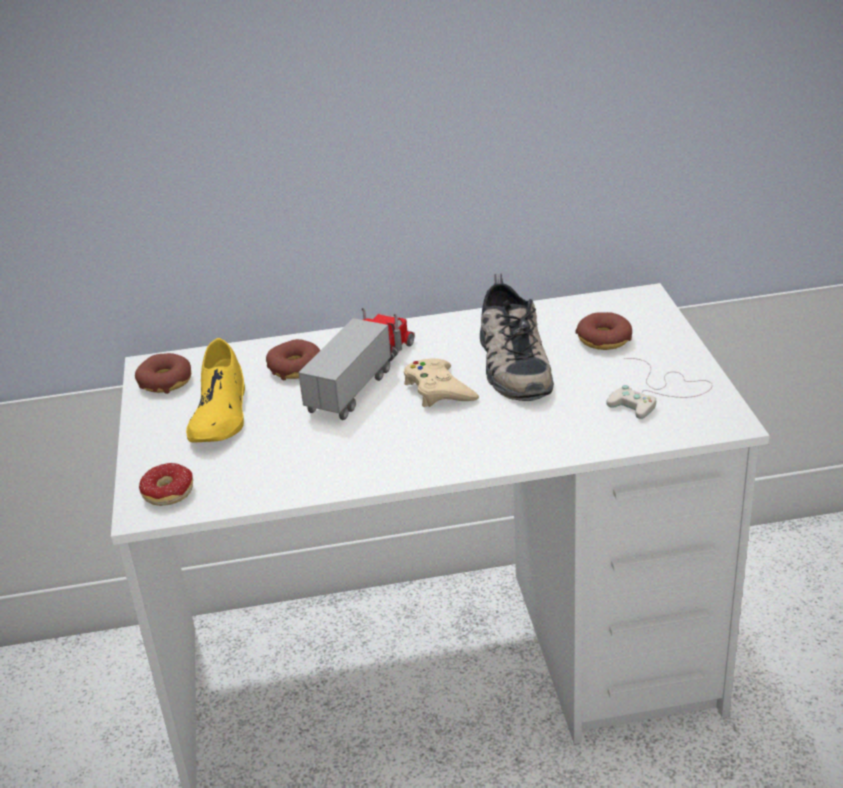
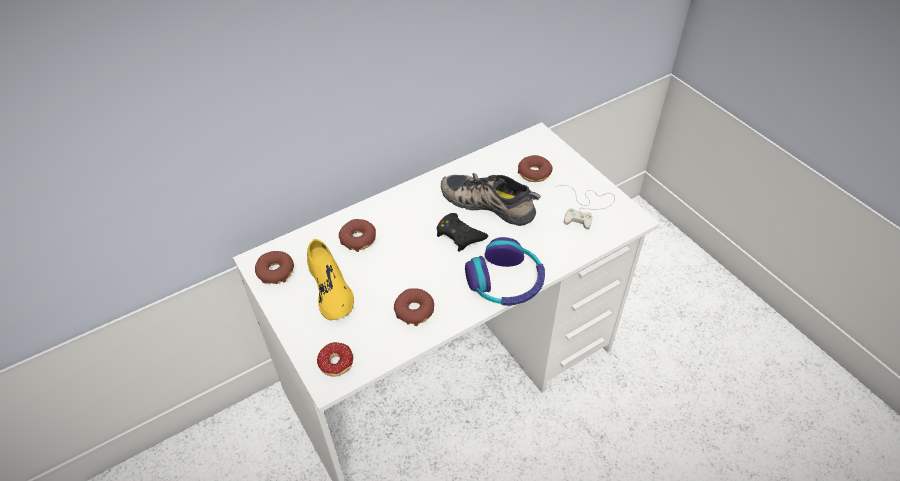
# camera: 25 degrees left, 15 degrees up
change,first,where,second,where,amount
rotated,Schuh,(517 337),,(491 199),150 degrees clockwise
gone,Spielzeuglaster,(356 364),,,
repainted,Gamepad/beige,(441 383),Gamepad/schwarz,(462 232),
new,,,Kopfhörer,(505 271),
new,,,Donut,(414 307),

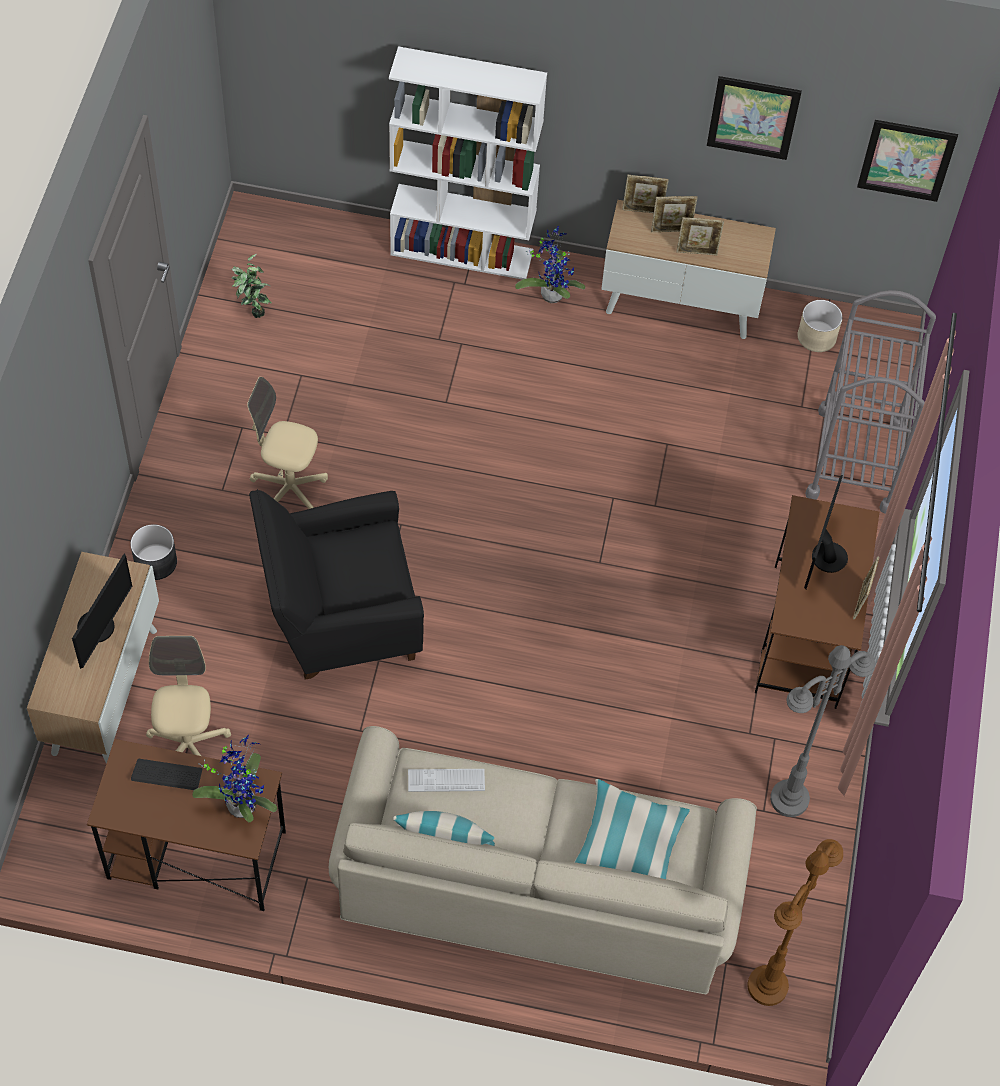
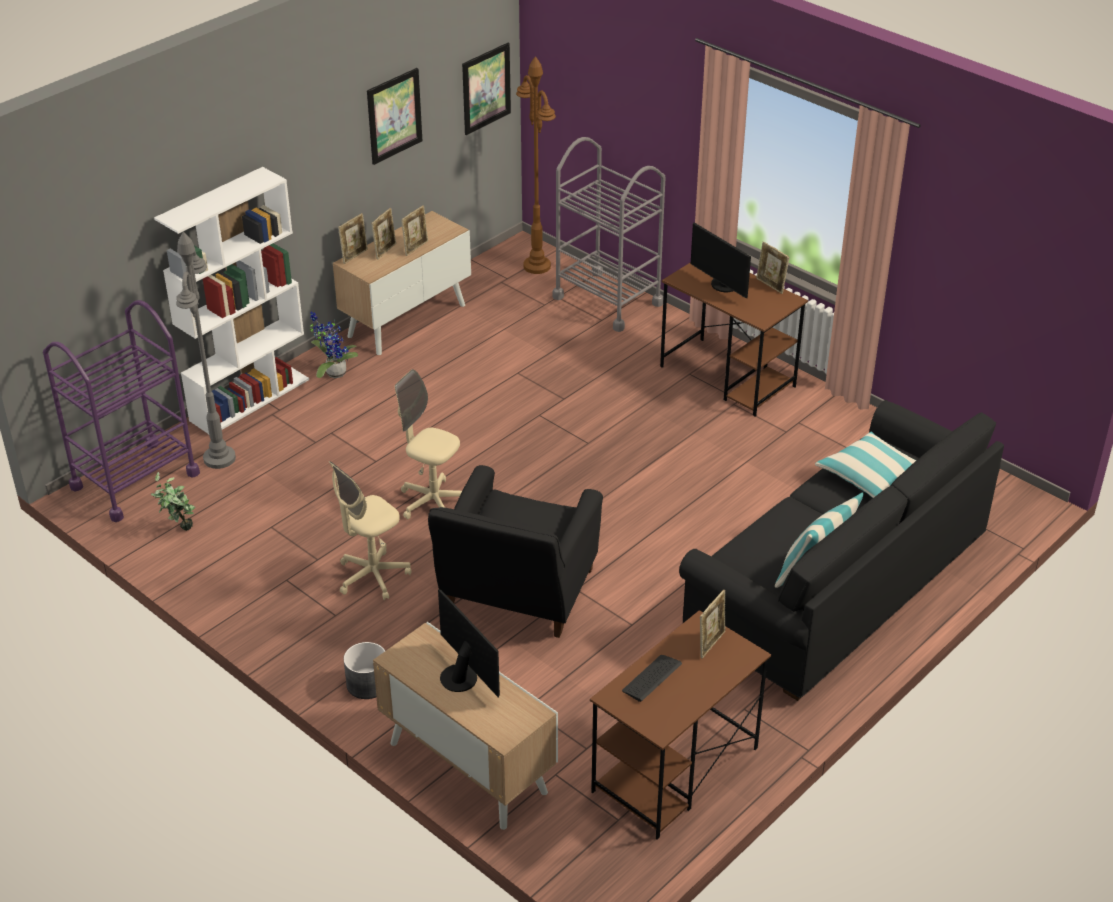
# camera: 55 degrees left, 20 degrees down
change,first,where,second,where,amount
gone,Pflanzkübel/beige,(820 326),,,
shifted,Bürostuhl/beige,(188 696),,(428 444),
shifted,Stehlampe/grau,(822 731),,(206 350),
repainted,Sofa/beige,(543 860),Sofa/schwarz,(841 550),
swapped,Topfpflanze,(235 778),Bilderrahmen,(712 624),
gone,Tastatur,(446 780),,,
shifted,Stehlampe/braun,(795 922),,(536 165),
new,,,Rollwagen/lila,(121 411),

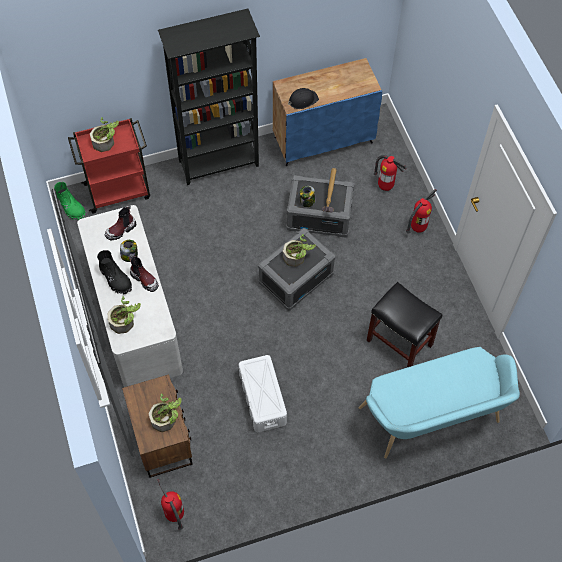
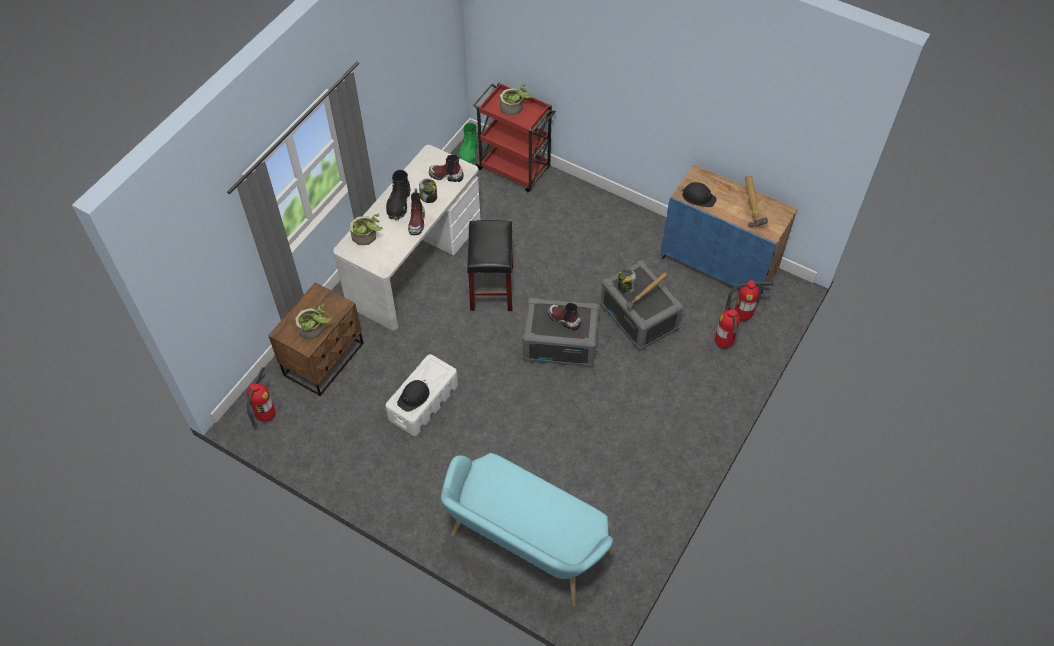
# camera: 50 degrees right, 5 degrees down
change,first,where,second,where,amount
gone,Bücherregal/schwarz,(209 97),,,
shifted,Feuerlöscher,(421 211),,(749 300),
swapped,Topfpflanze,(299 250),Stiefel,(564 317),
shifted,Hocker/schwarz,(404 324),,(490 265),
new,,,Hammer,(756 201),
new,,,Schutzhelm/schwarz,(413 396),

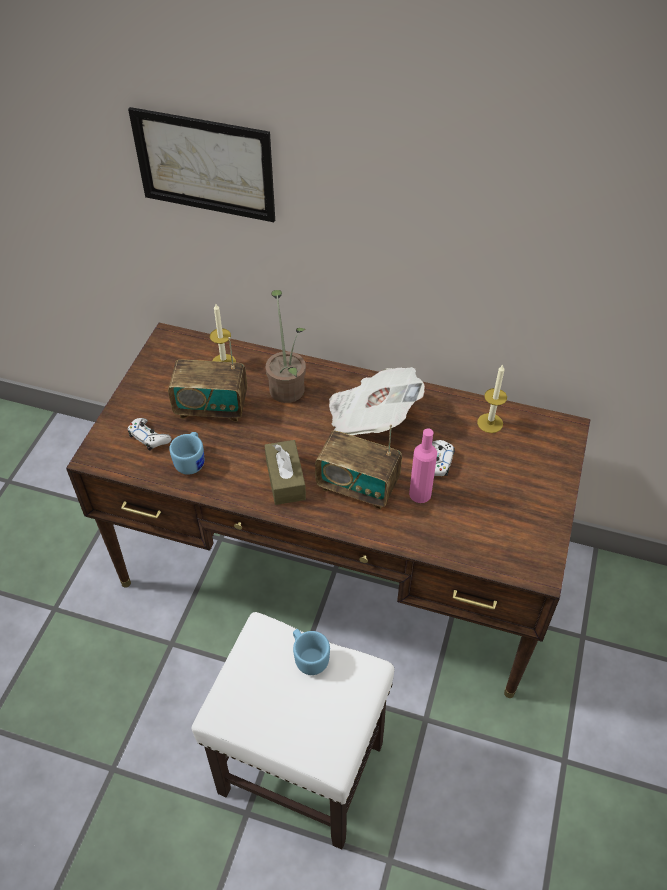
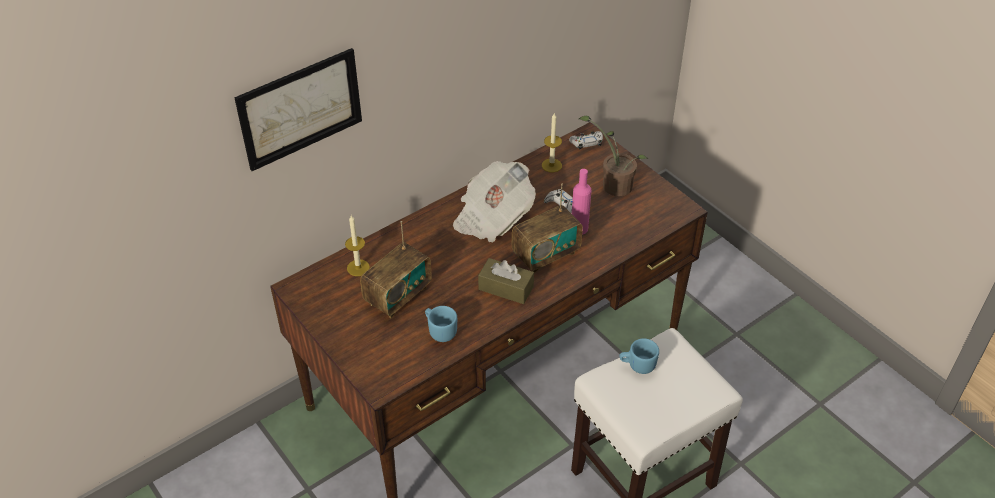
# camera: 55 degrees left, 5 degrees down
change,first,where,second,where,amount
shifted,Topfpflanze,(286 346),,(613 156),
shifted,Gamepad/weiß,(149 434),,(586 140),

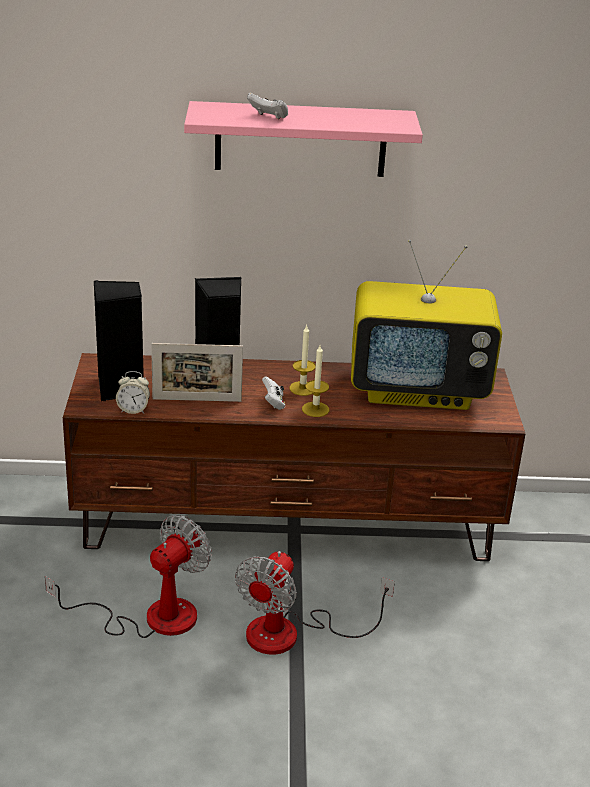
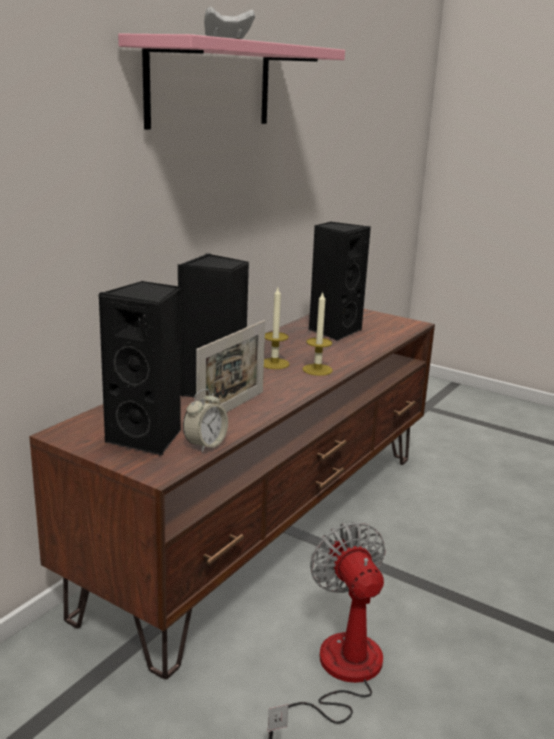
# camera: 55 degrees left, 10 degrees down
change,first,where,second,where,amount
swapped,Fernseher,(426 325),Lautsprecher/schwarz,(339 281),
gone,Gamepad/weiß,(273 393),,,
gone,Ventilator,(315 603),,,

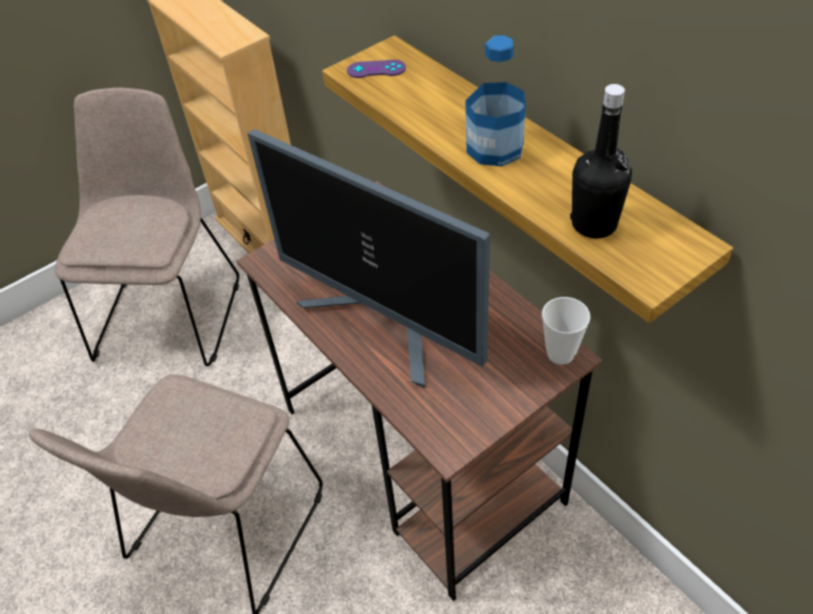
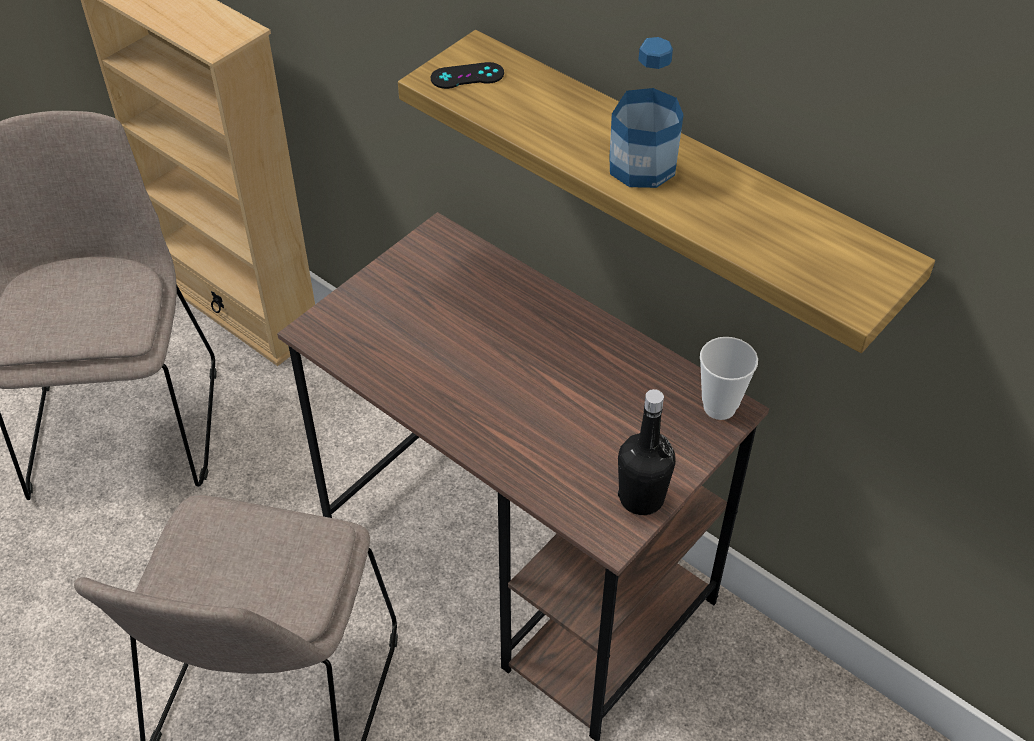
# camera: 15 degrees left, 0 degrees up
change,first,where,second,where,amount
repainted,Gamepad/lila,(376 69),Gamepad/schwarz,(467 75),
shifted,Flasche/schwarz,(601 161),,(646 452),
gone,Monitor,(369 258),,,

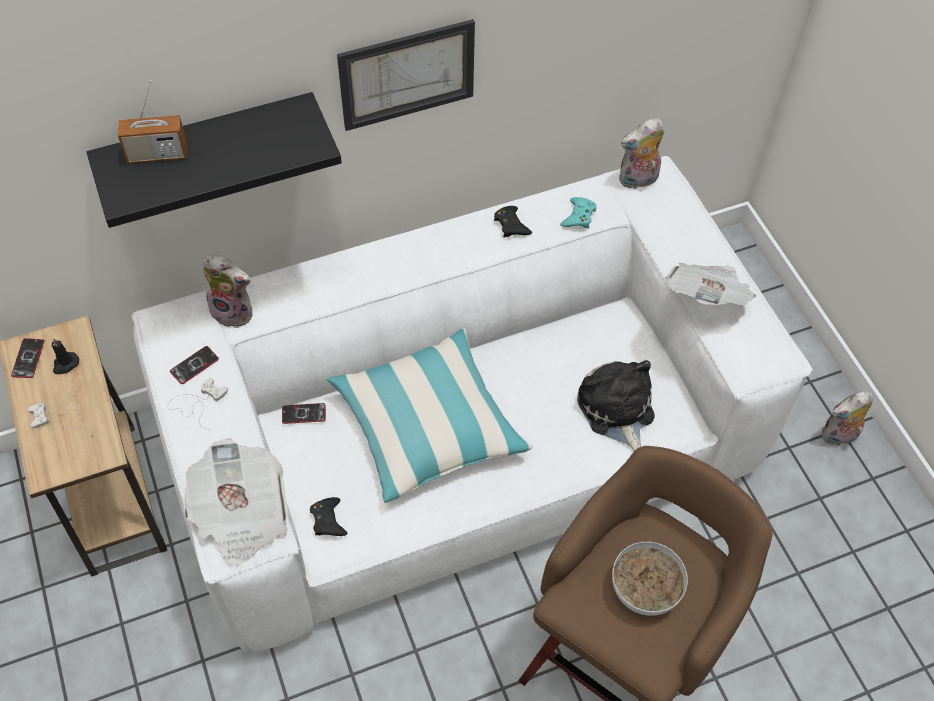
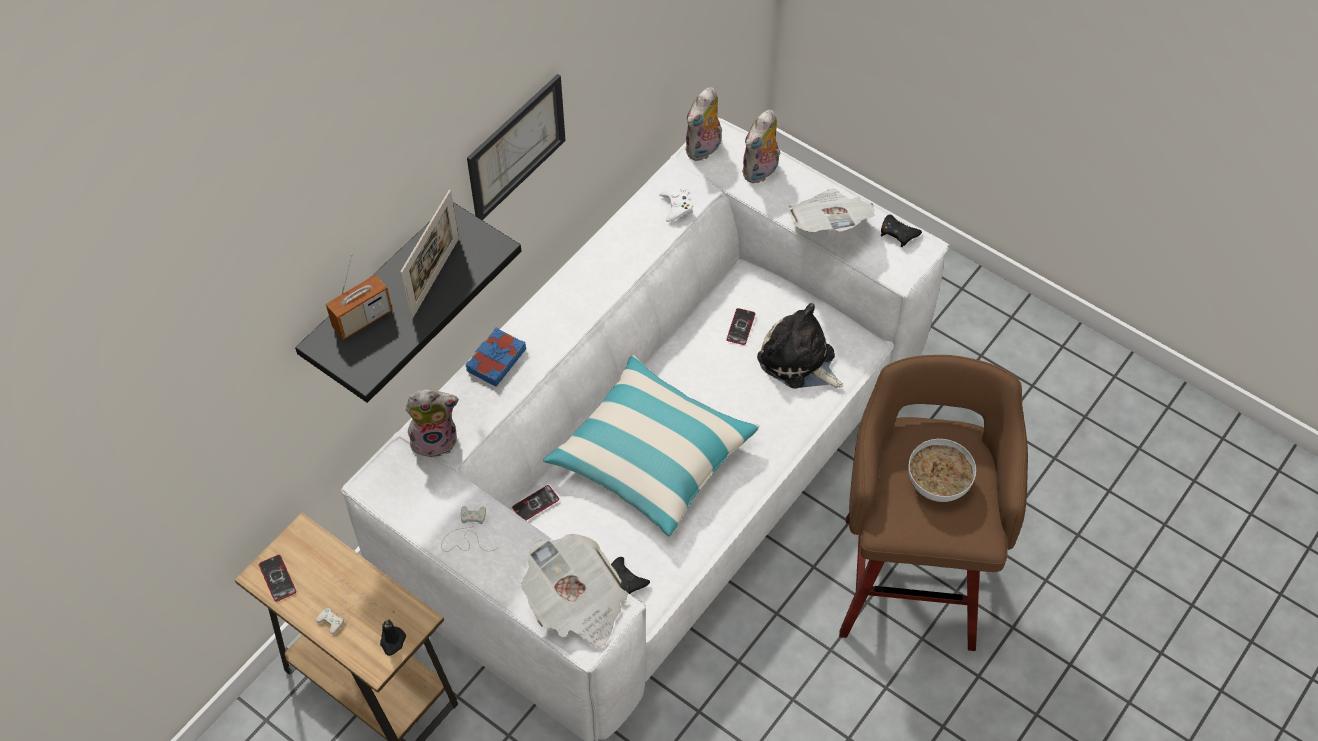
# camera: 30 degrees left, 0 degrees up
change,first,where,second,where,amount
repainted,Gamepad/türkis,(578 213),Gamepad/weiß,(676 204),
shifted,Gamepad/schwarz,(513 222),,(901 231),
shifted,Kerze/schwarz,(65 356),,(393 638),
shifted,Handy,(194 365),,(740 326),
shifted,Plüschtier,(847 418),,(761 146),
new,,,Bilderrahmen,(429 254),
new,,,Buch/blau,(495 357),

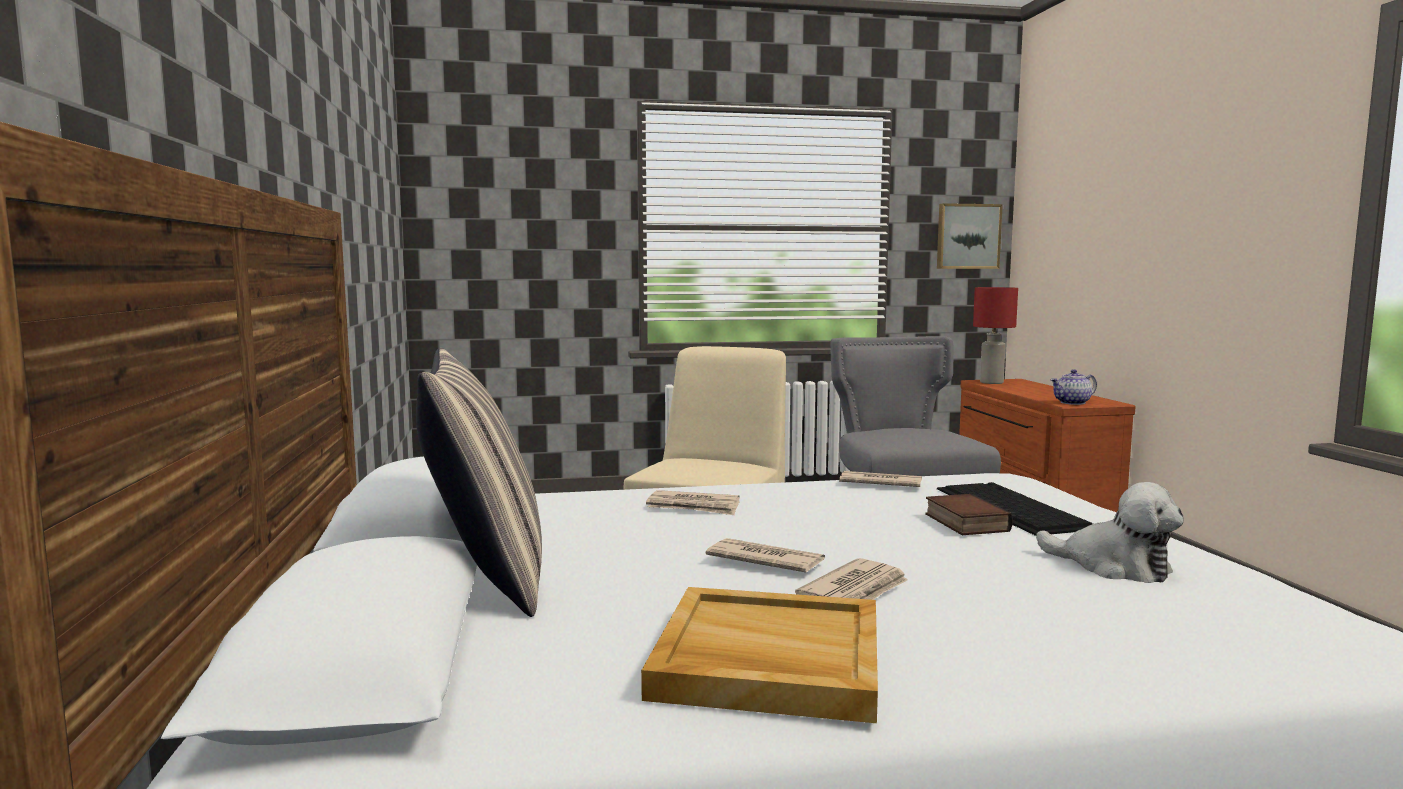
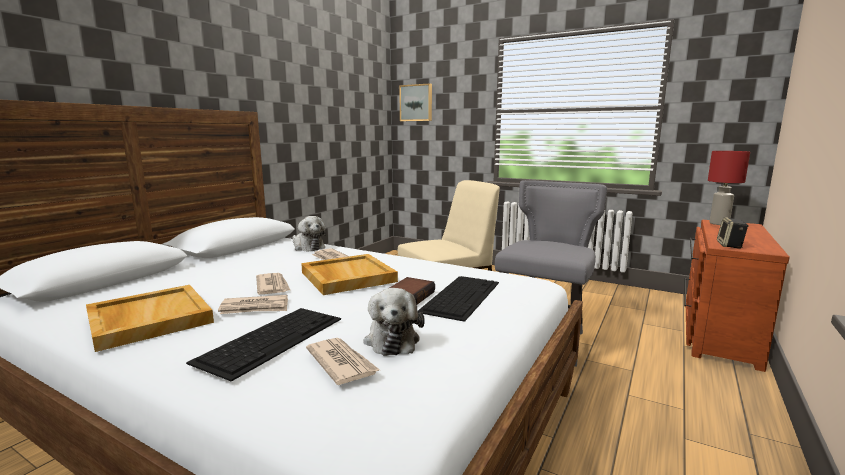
# camera: 40 degrees right, 5 degrees up
change,first,where,second,where,amount
shifted,Bild,(970 236),,(415 102),
gone,Kissen,(479 482),,,
swapped,Teekanne,(1073 387),Lautsprecher,(733 233),
shifted,Zeitung,(880 479),,(343 361),
new,,,Plüschtier,(309 234),
new,,,Tablett/beige,(349 274),
new,,,Tastatur,(263 345),

